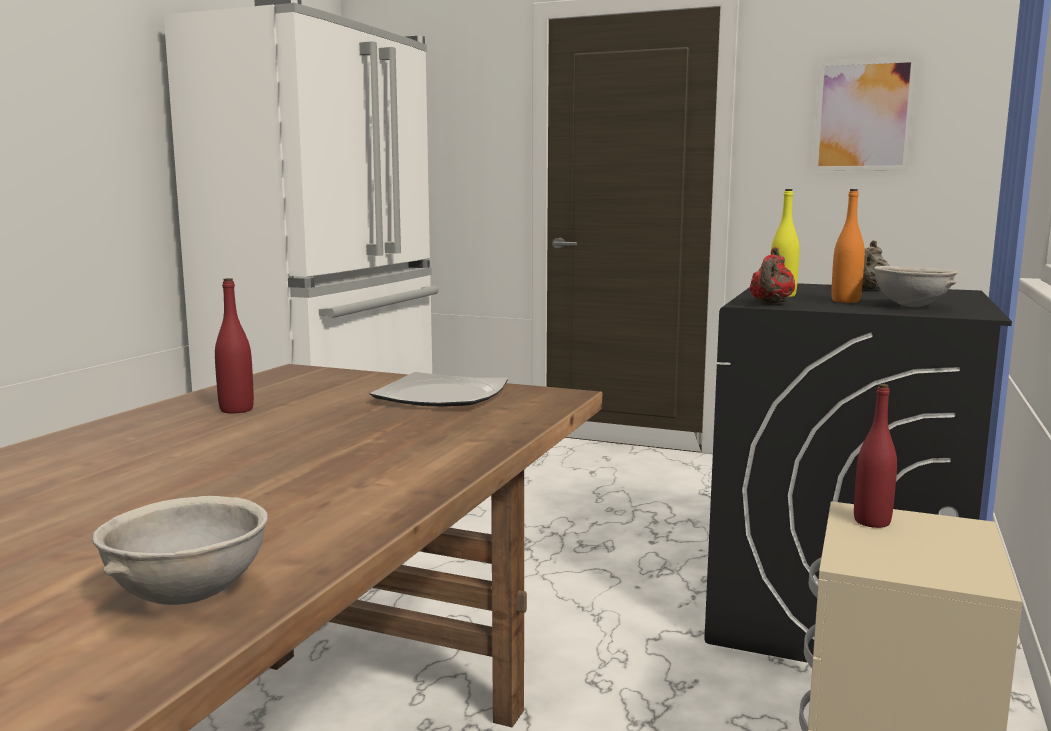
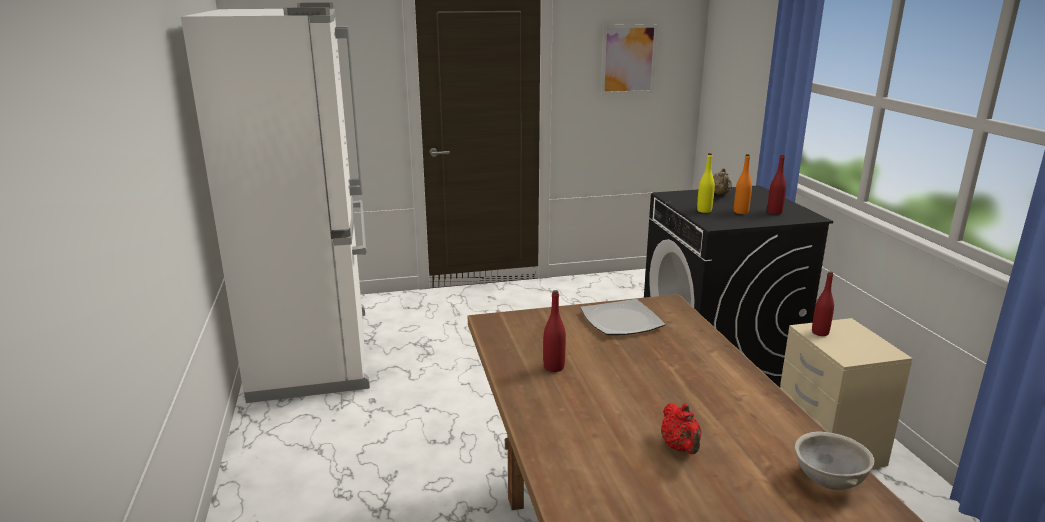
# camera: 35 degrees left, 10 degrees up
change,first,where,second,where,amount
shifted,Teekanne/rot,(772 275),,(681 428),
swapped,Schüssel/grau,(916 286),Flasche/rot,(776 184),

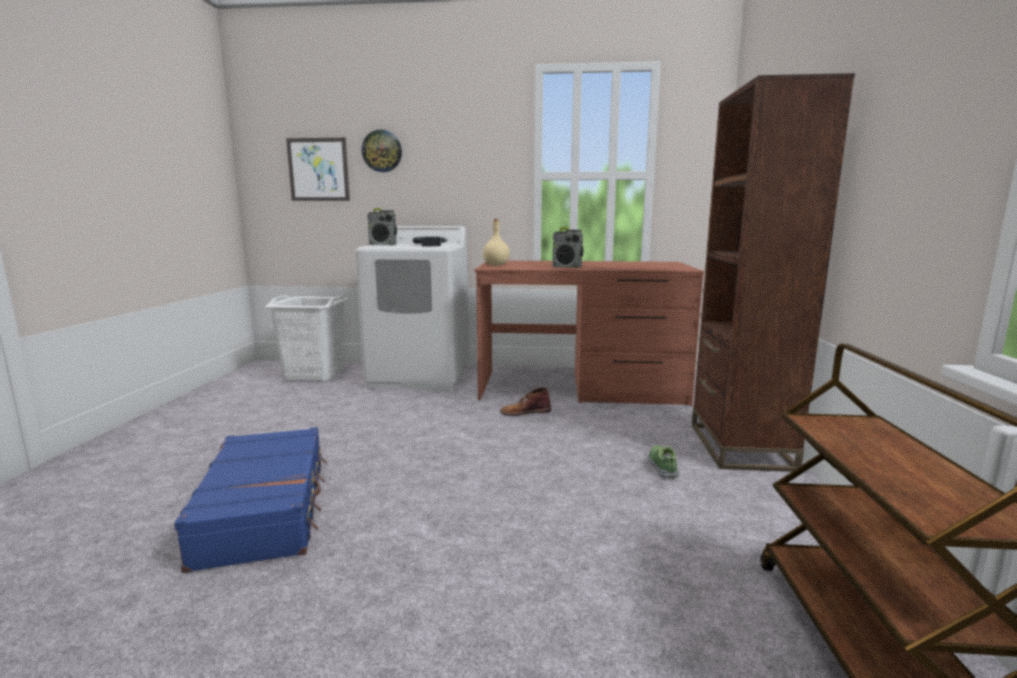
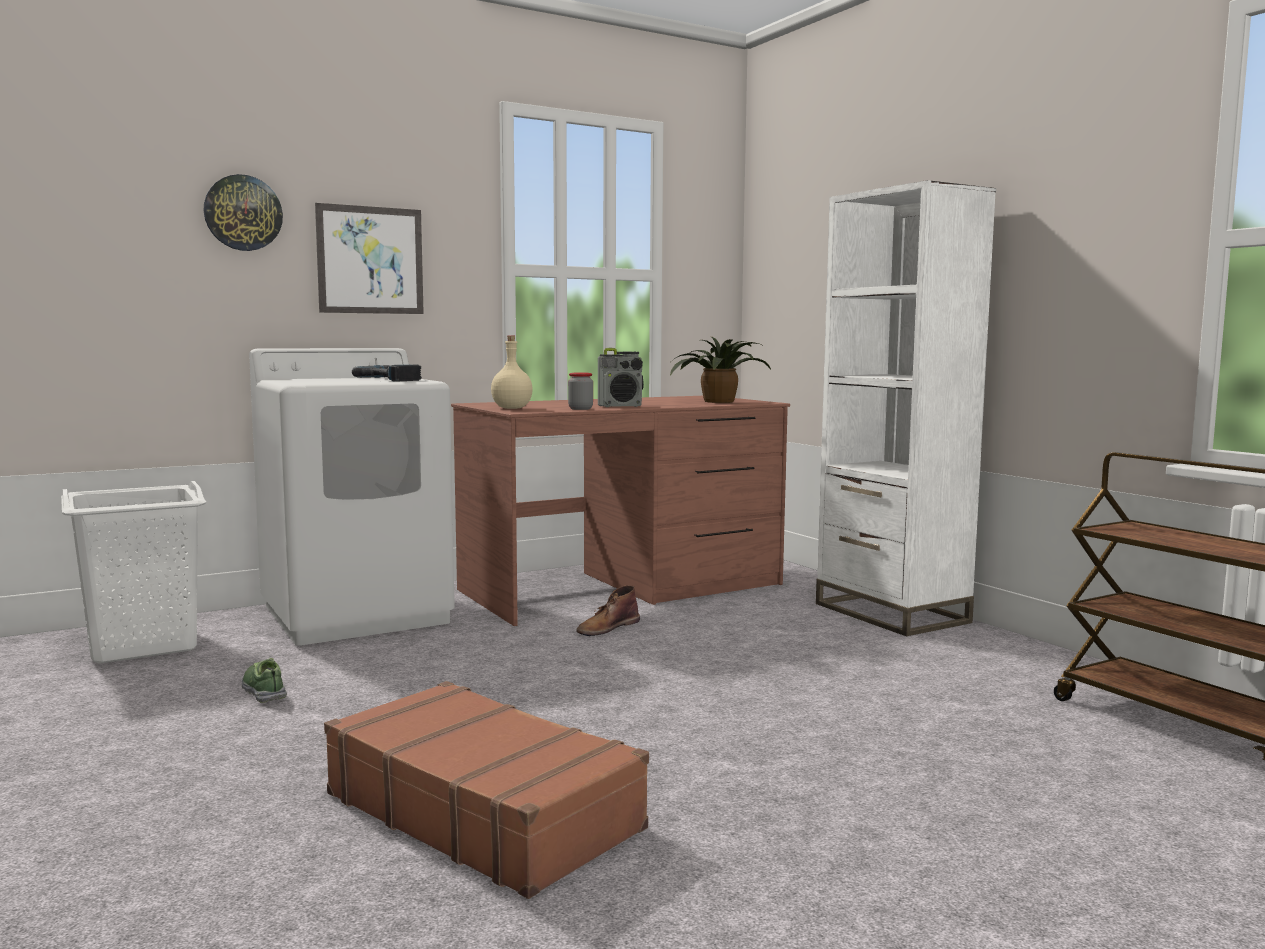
# camera: 35 degrees left, 5 degrees down
change,first,where,second,where,amount
repainted,Bücherregal/braun,(773 272),Bücherregal/weiß,(906 408),
shifted,Bild,(318 169),,(369 258),
gone,Radio,(382 226),,,
repainted,Koffer/blau,(250 500),Koffer/braun,(486 790),
shifted,Schuh,(663 461),,(264 680),
new,,,Topfpflanze,(720 370),
new,,,Vorratsglas,(580 391),

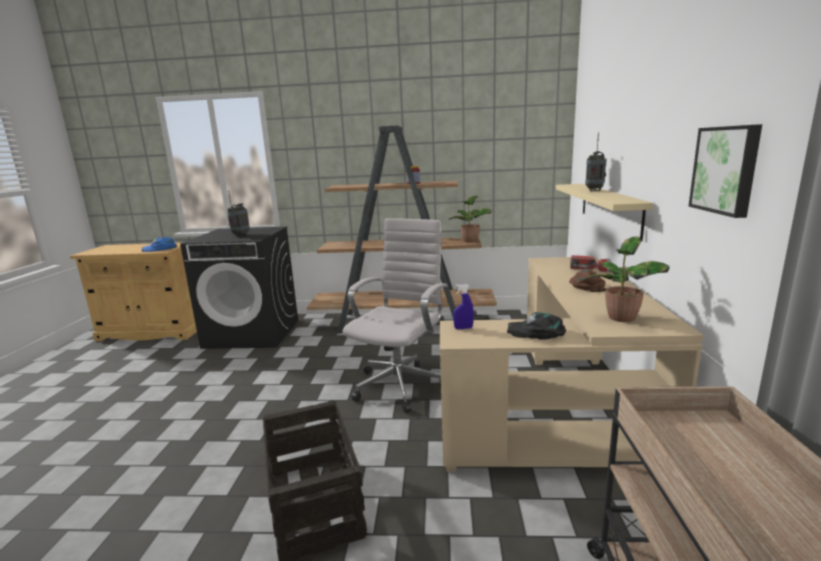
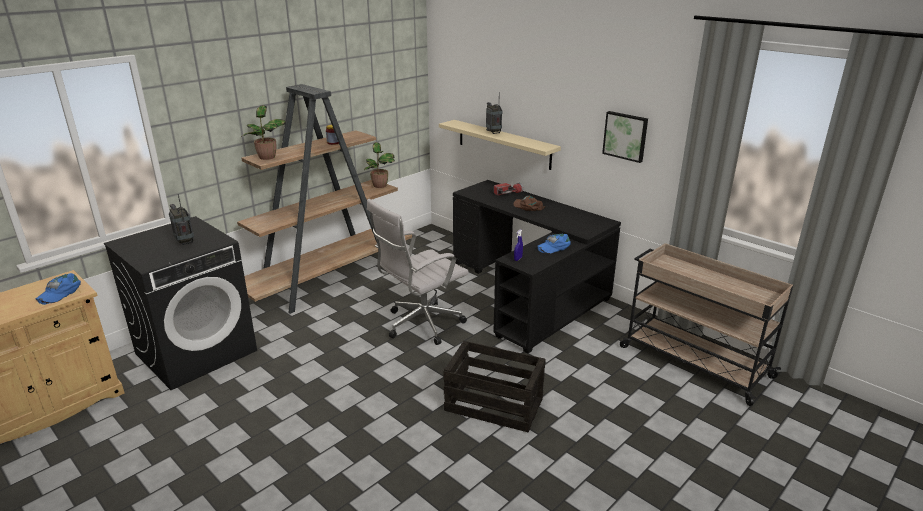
# camera: 50 degrees left, 10 degrees up
change,first,where,second,where,amount
rotated,Bürostuhl/weiß,(395 315),,(418 272),105 degrees counterclockwise
shifted,Topfpflanze,(627 279),,(263 132),
repainted,Schreibtisch/beige,(572 364),Schreibtisch/schwarz,(537 266),
repainted,Kappe/schwarz,(536 326),Kappe/blau,(554 244),

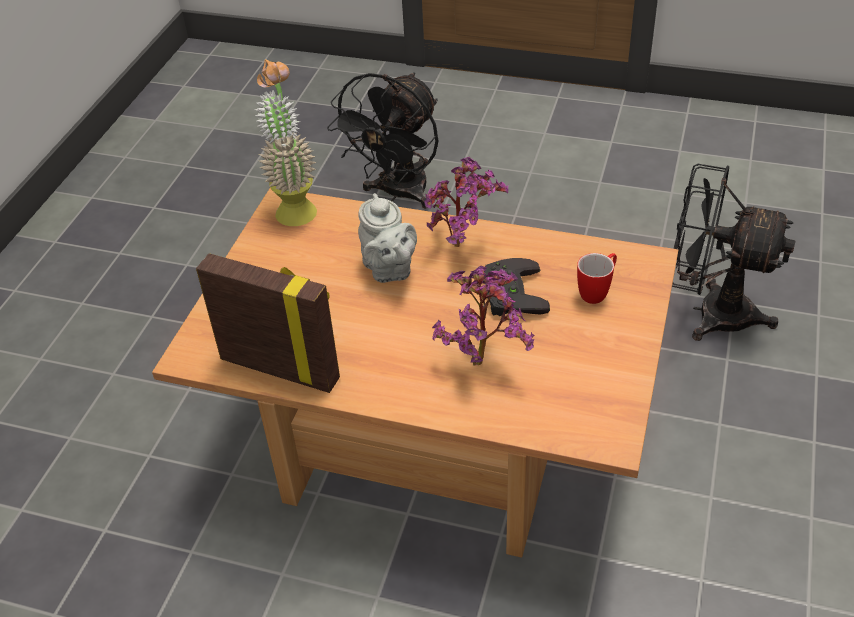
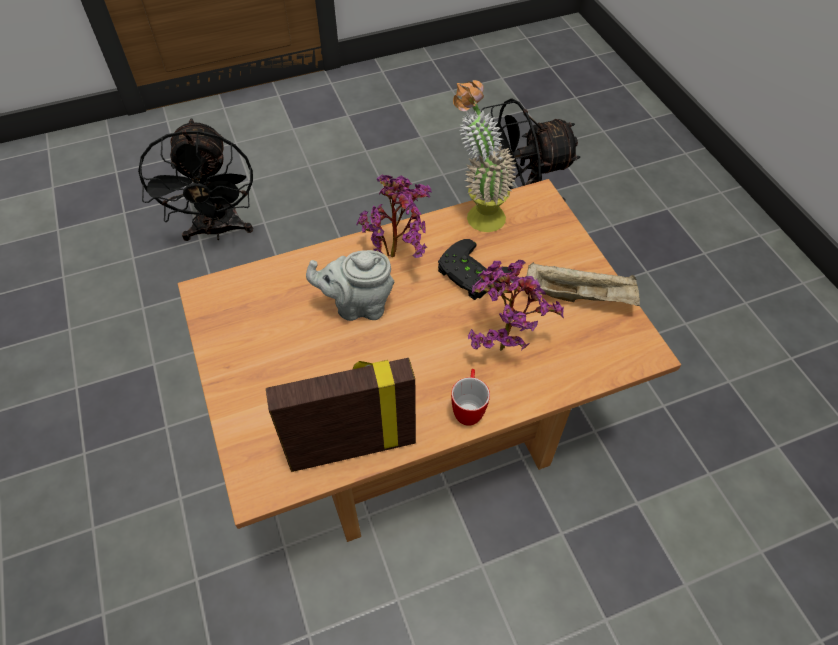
# camera: 40 degrees left, 10 degrees up
change,first,where,second,where,amount
shifted,Topfpflanze,(286 142),,(484 156),
rotated,Teekanne/grau,(387 238),,(350 285),150 degrees clockwise
shifted,Henkelbecher,(597 278),,(470 397),
new,,,Tablett/beige,(583 284),

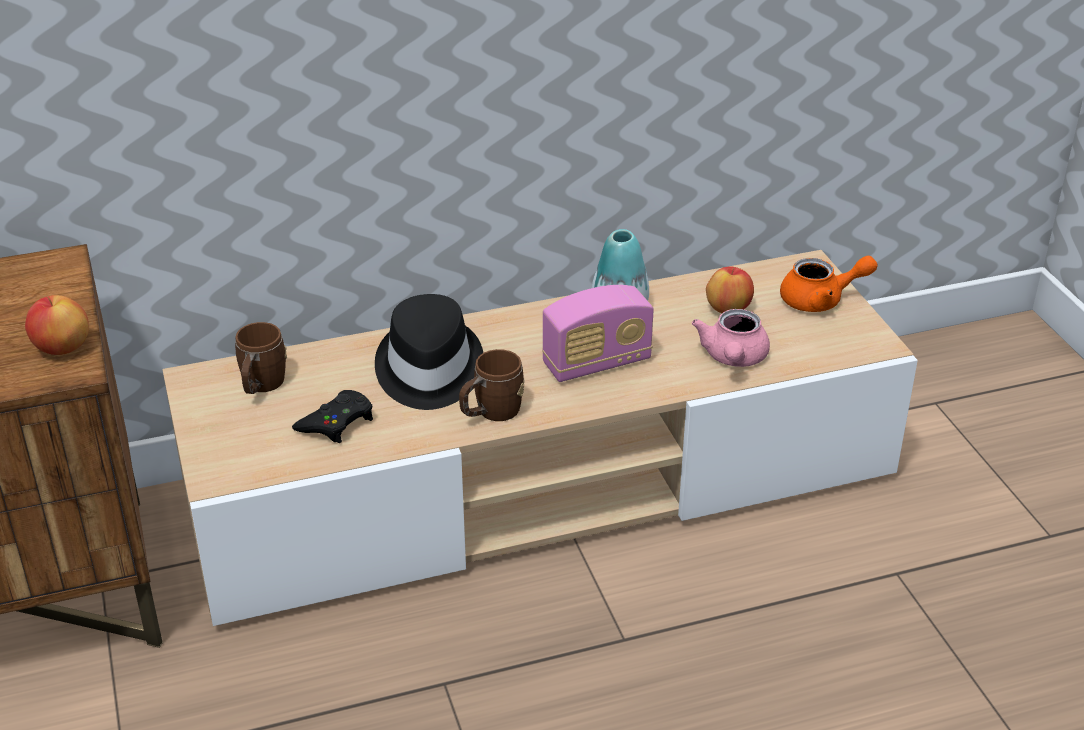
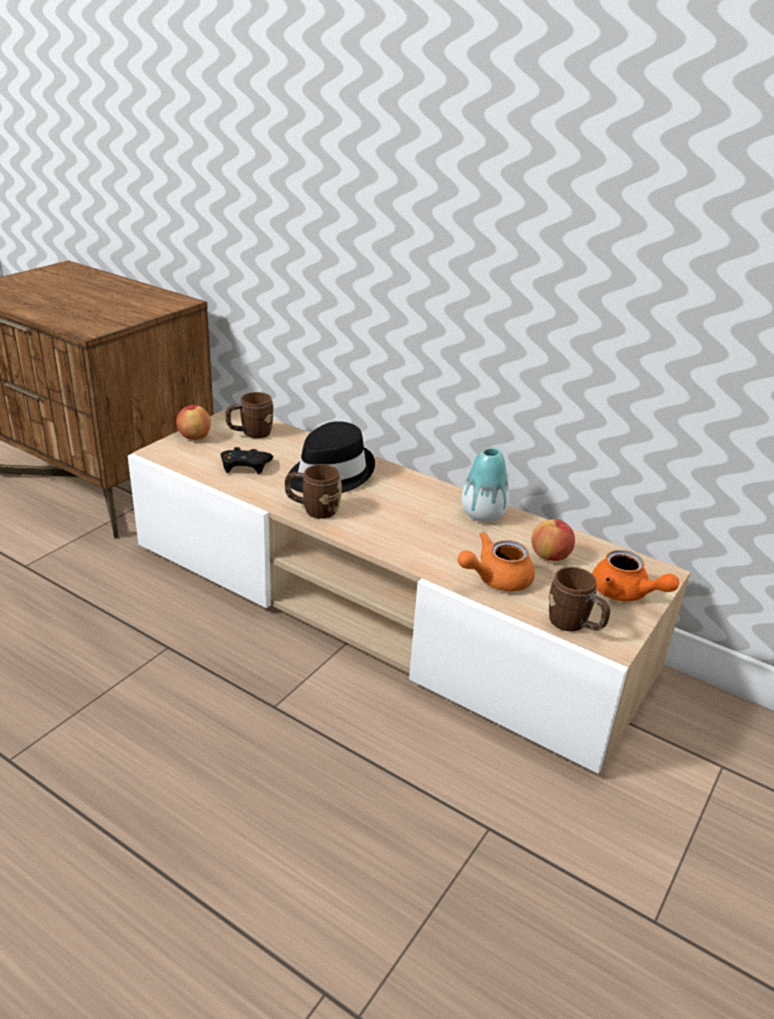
# camera: 50 degrees right, 5 degrees down
change,first,where,second,where,amount
gone,Radio,(598 333),,,
shifted,Apfel,(57 325),,(193 422),
repainted,Teekanne/rosa,(731 338),Teekanne/orange,(496 562),
new,,,Henkelbecher/braun,(579 599),

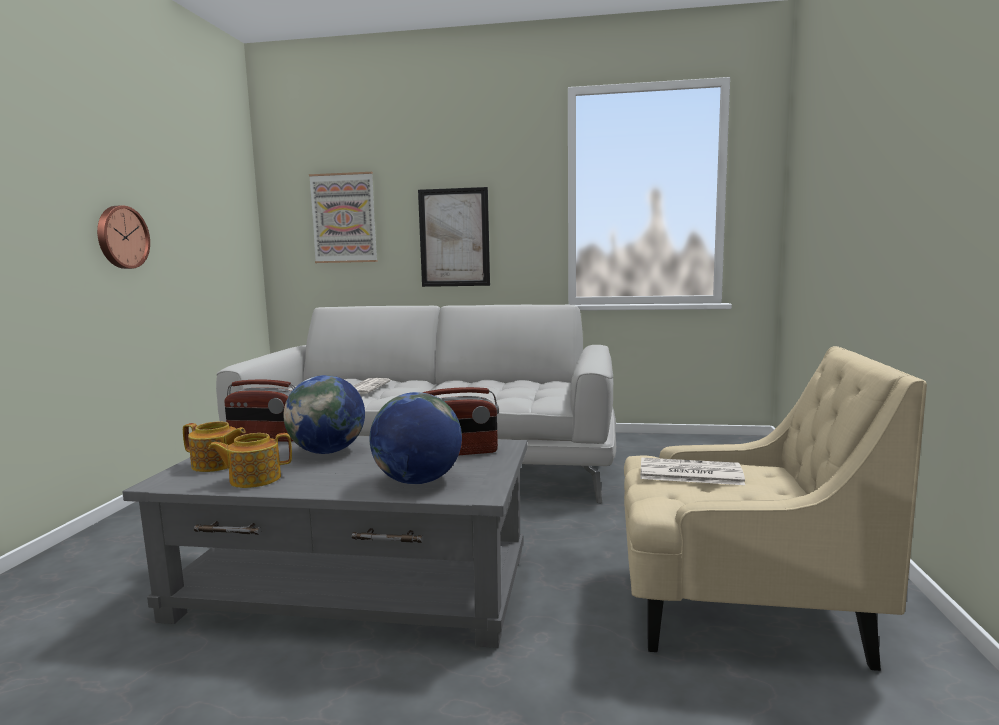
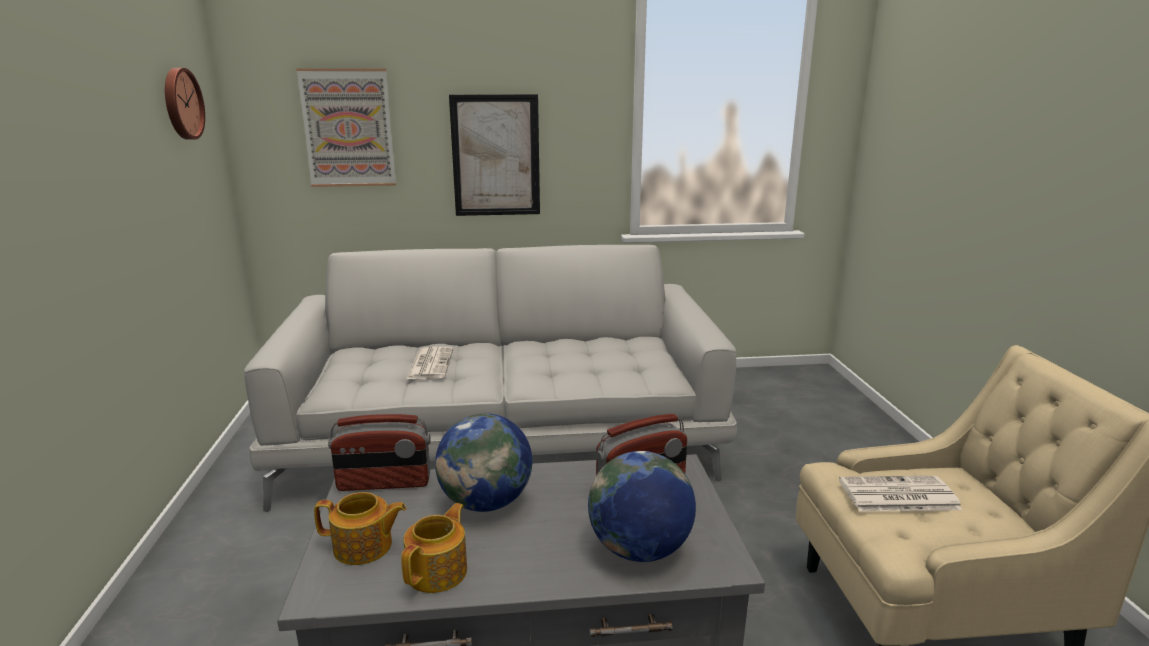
# camera: 15 degrees left, 10 degrees up
change,first,where,second,where,amount
shifted,Wanduhr,(123 237),,(185 104),
rotated,Teekanne,(250 460),,(434 548),150 degrees clockwise

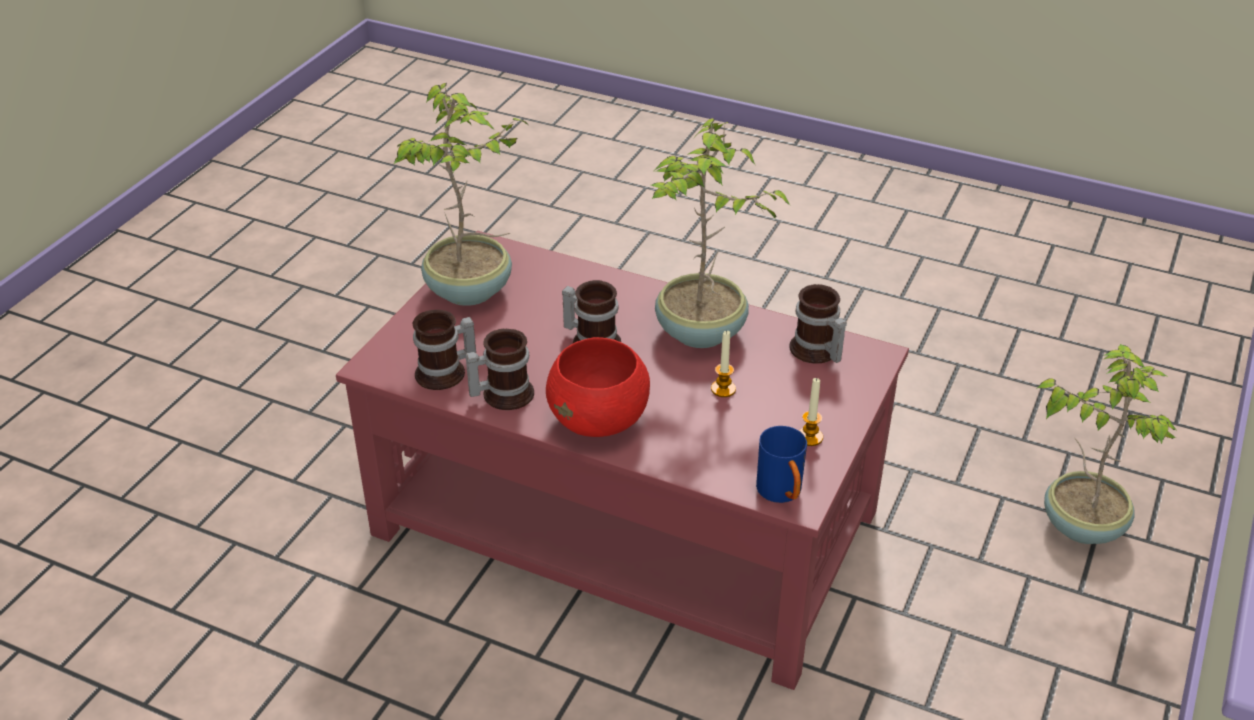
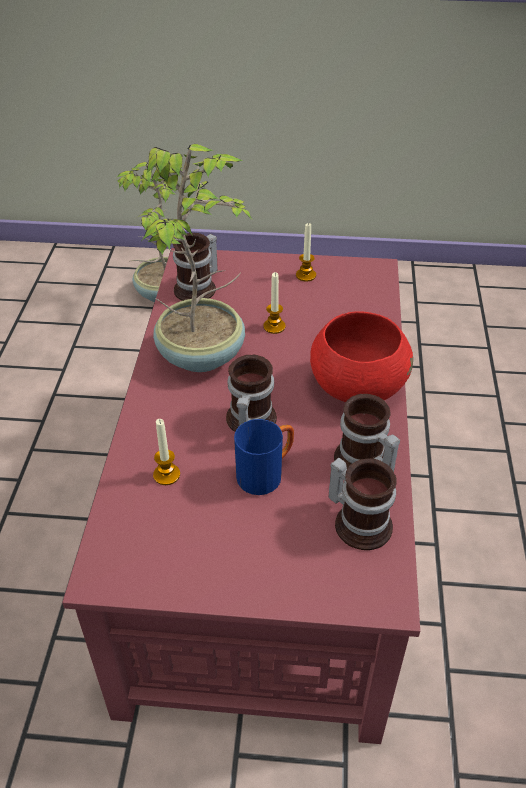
# camera: 110 degrees left, 5 degrees up
change,first,where,second,where,amount
gone,Topfpflanze,(461 194),,,
shifted,Henkelbecher/blau,(781 464),,(264 457),
new,,,Kerze,(166 452),

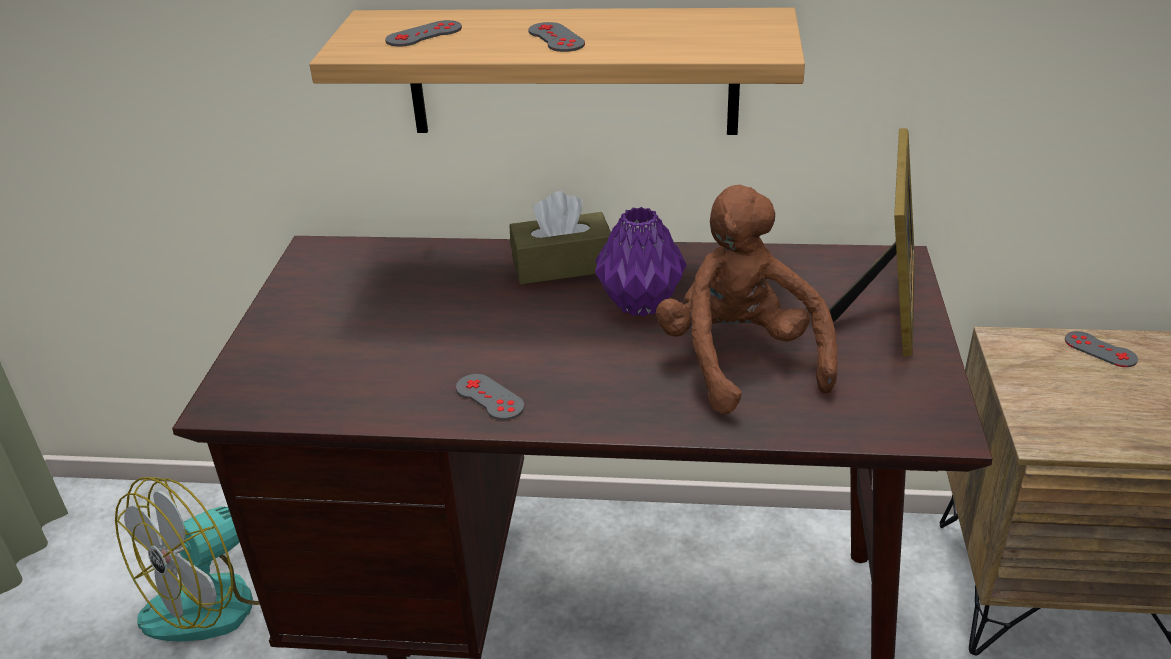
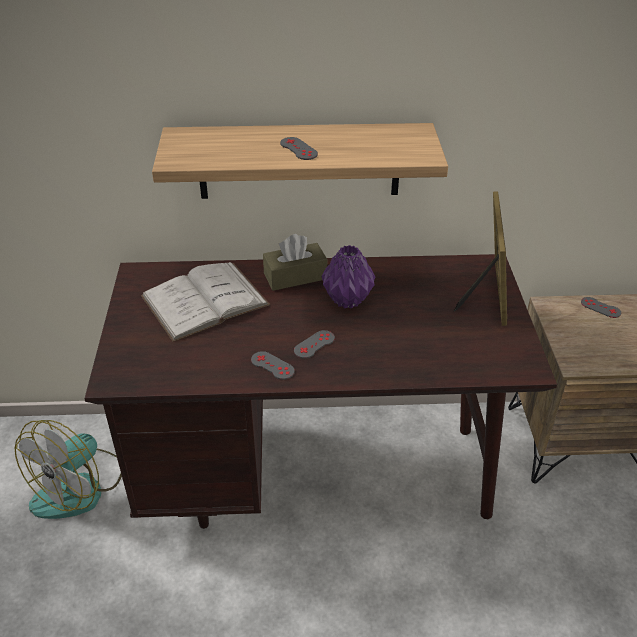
# camera: 10 degrees left, 5 degrees up
change,first,where,second,where,amount
shifted,Gamepad/grau,(423 33),,(314 344),
gone,Plüschtier/braun,(747 299),,,
new,,,Buch/weiß,(205 302),

